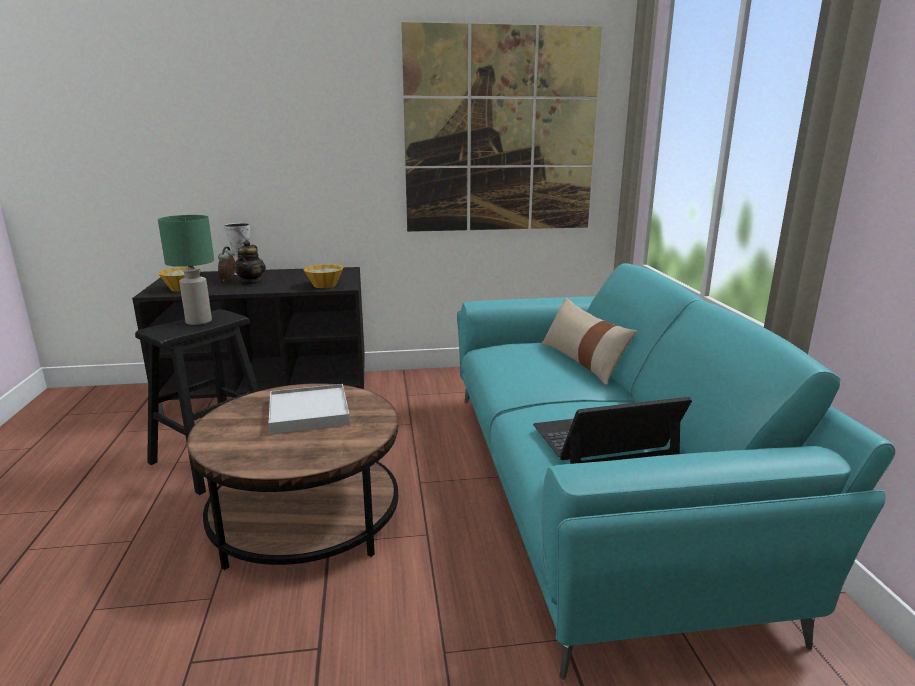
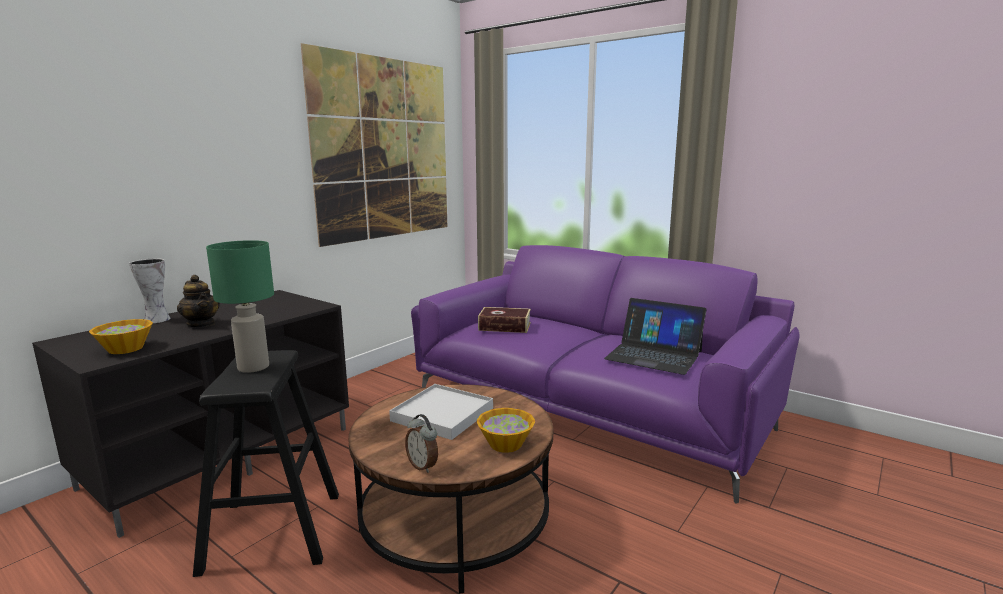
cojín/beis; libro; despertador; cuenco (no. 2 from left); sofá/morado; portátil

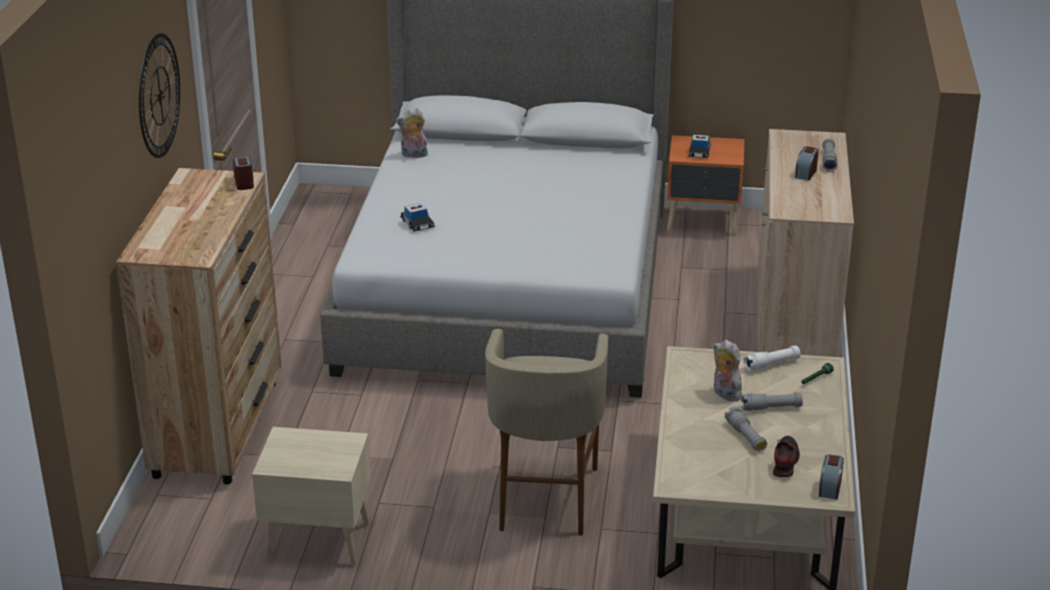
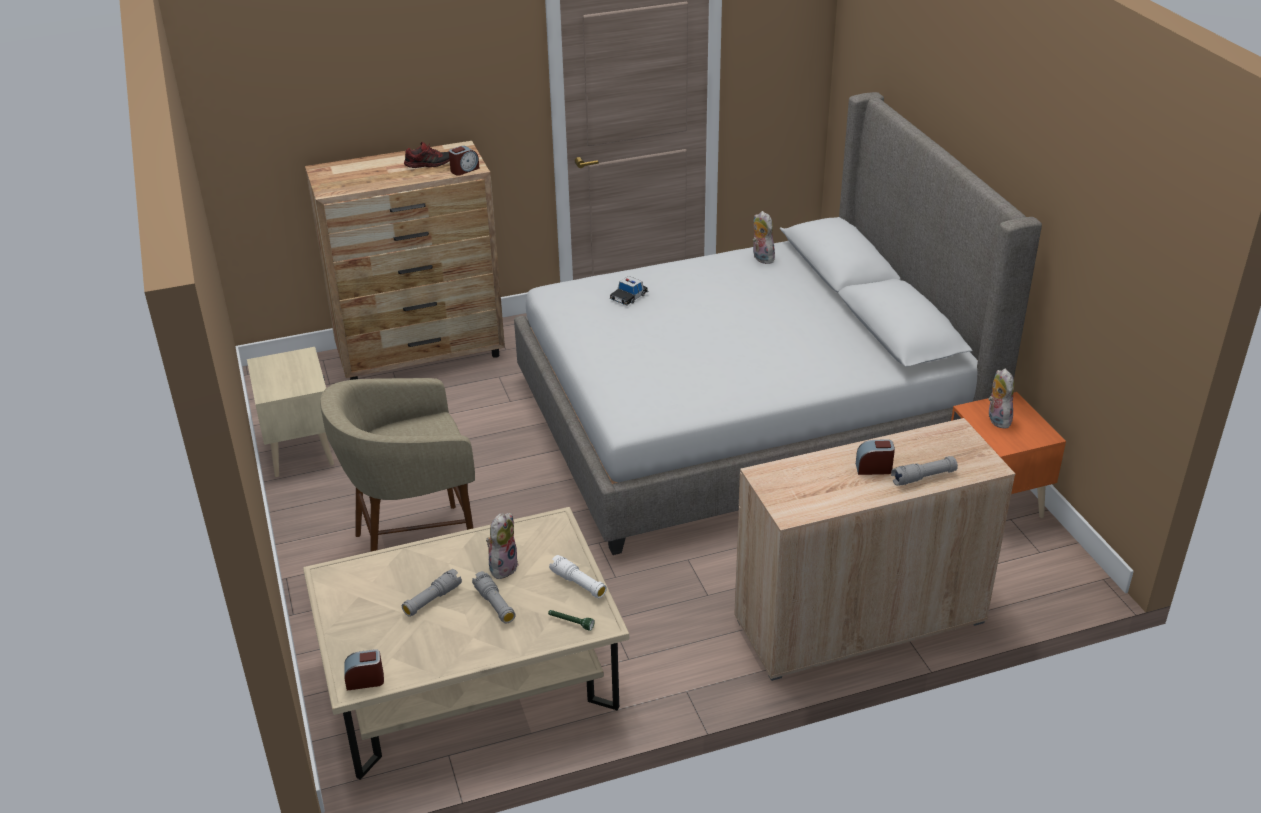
reloj de pared; zapato; peluche (no. 3 from left)

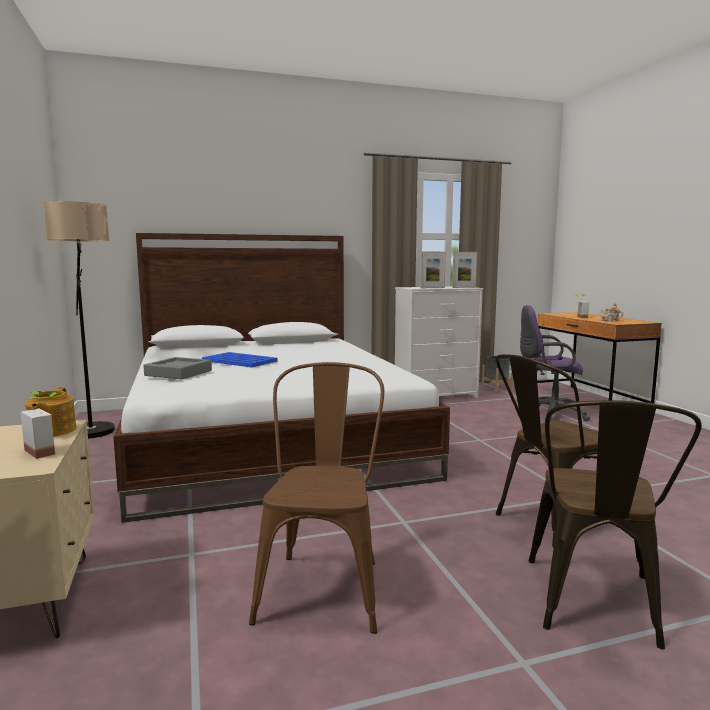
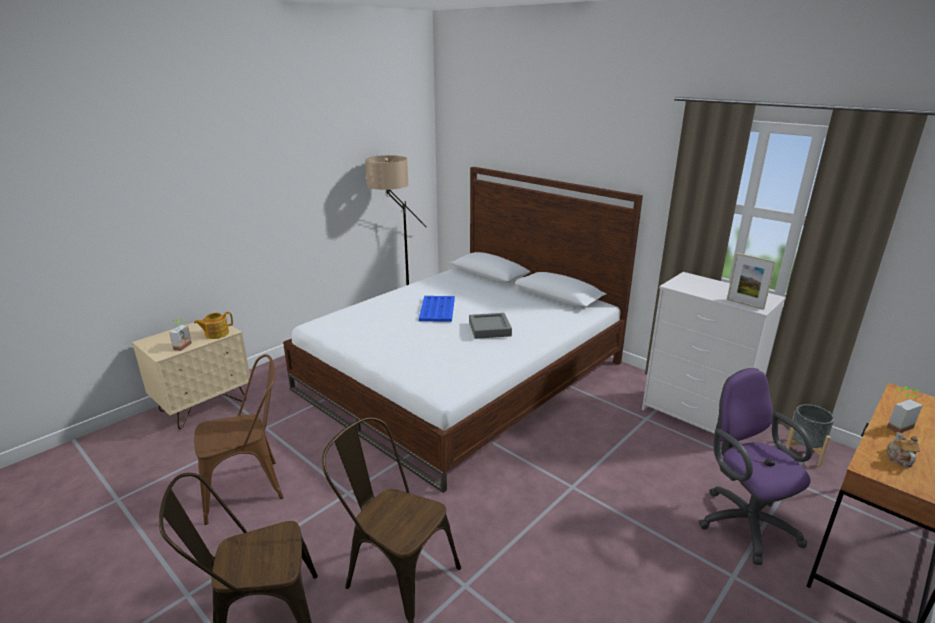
portarretratos (no. 1 from left in the first image); bandeja/gris

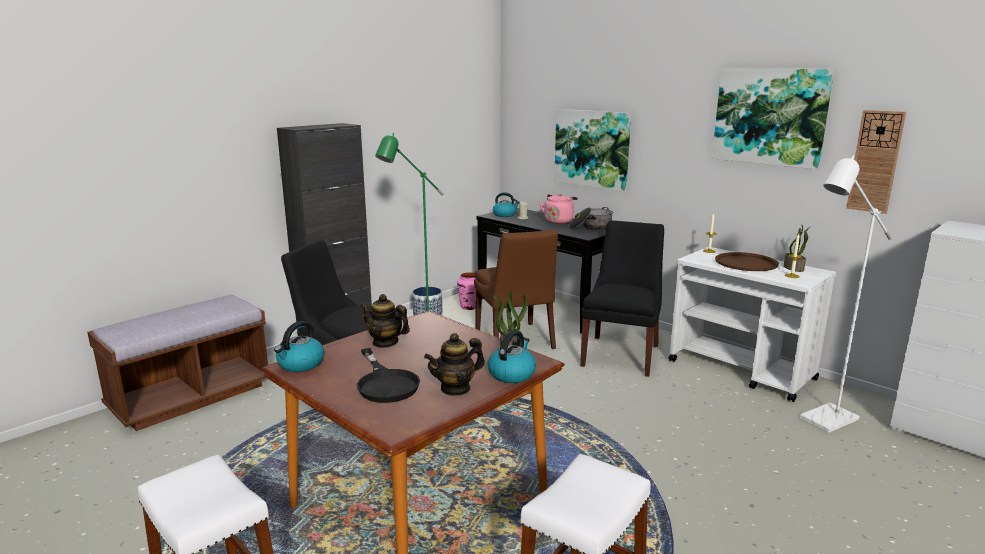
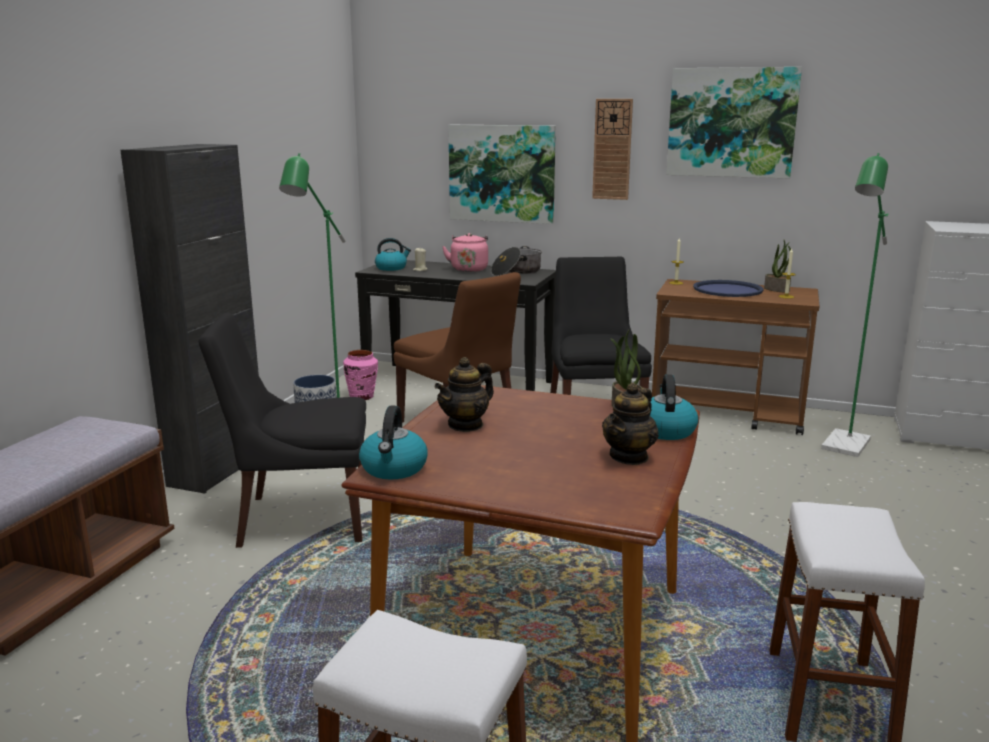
sartén/negro; reloj de pared; carrito/marrón; bandeja/azul; lámpara de pie/verde (no. 2 from left); tetera (no. 1 from left)

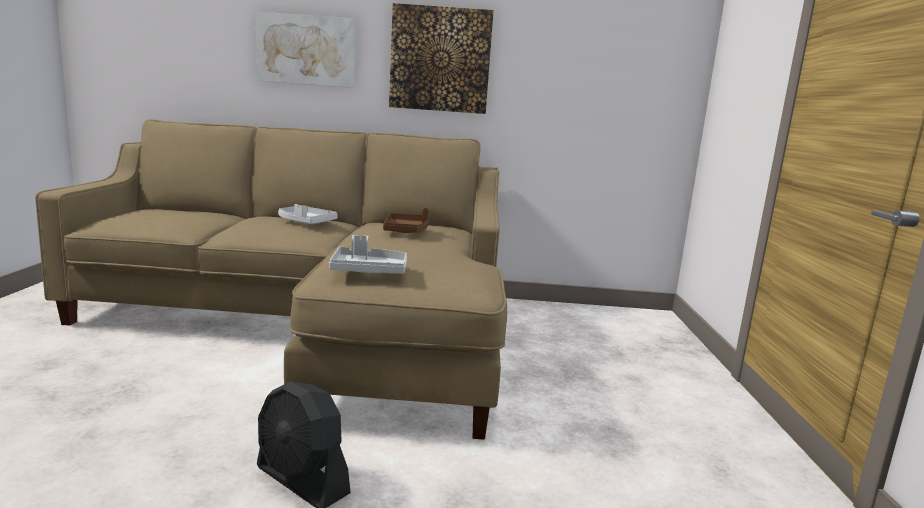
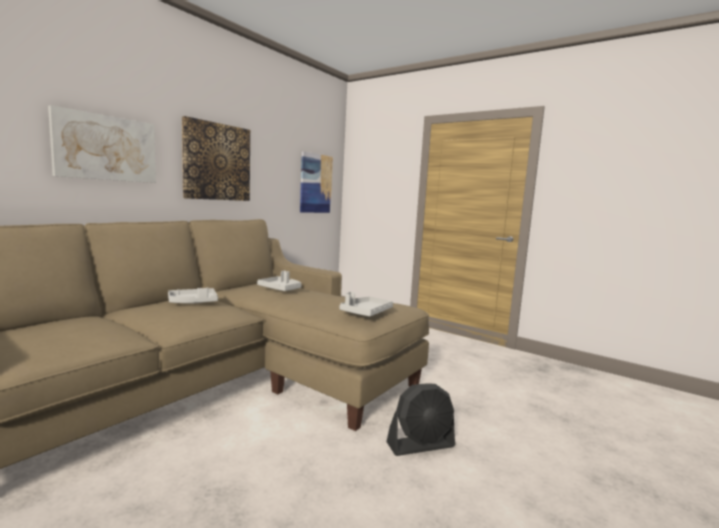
cuadro (no. 3 from left); bandeja/gris (no. 2 from left)

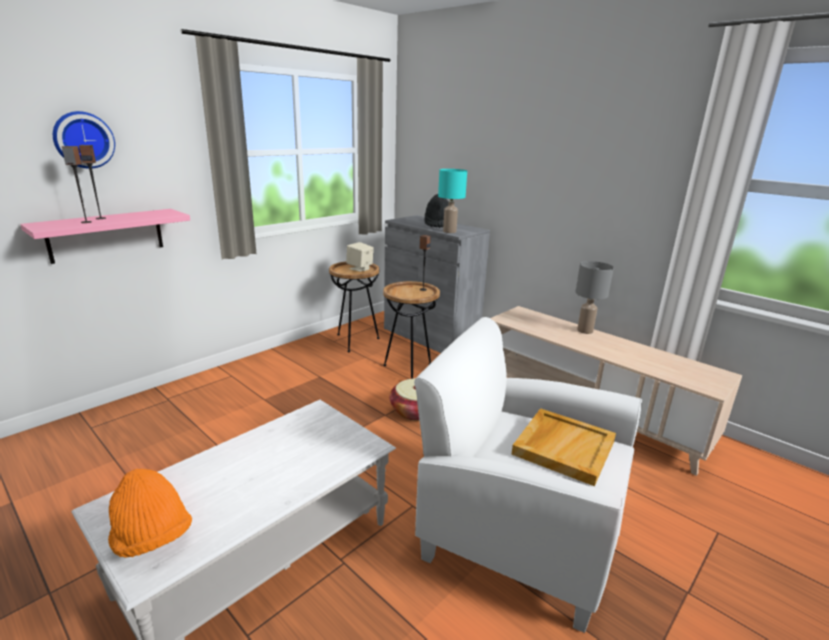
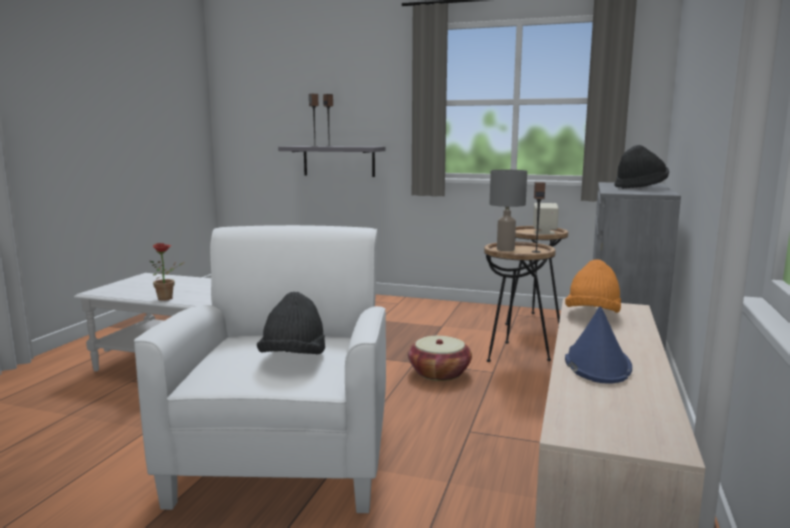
reloj de pared; lámpara de mesa/turquesa; planta en maceta; sombrero/azul; sombrero/naranja; lámpara de mesa/gris; sombrero/negro (no. 1 from left); estante/gris

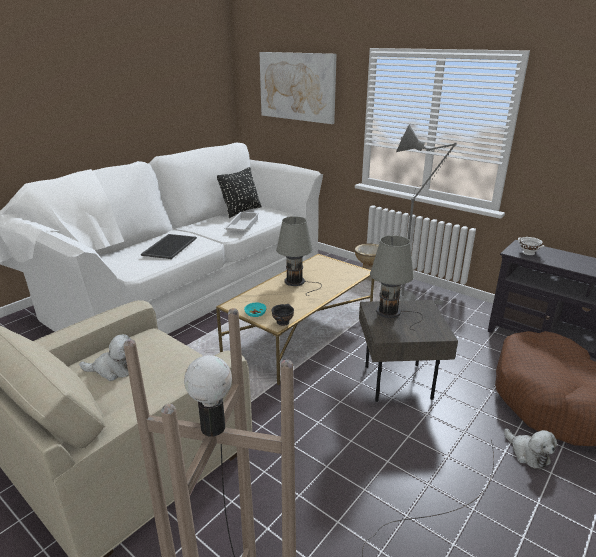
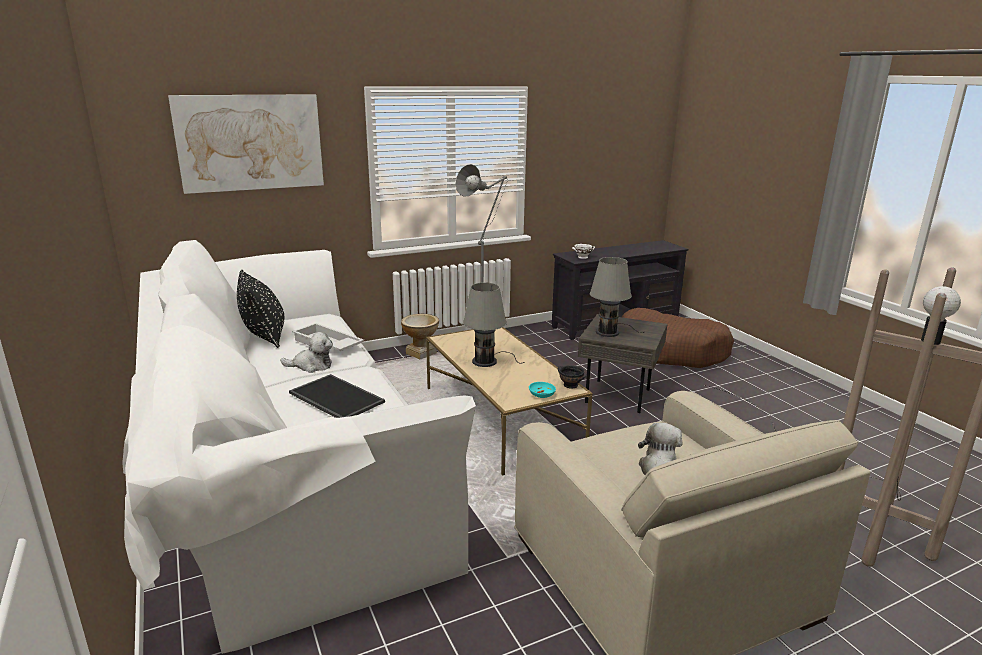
peluche (no. 1 from left)

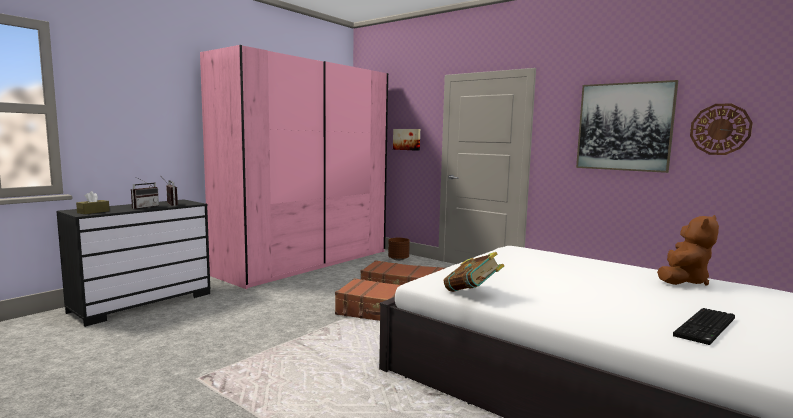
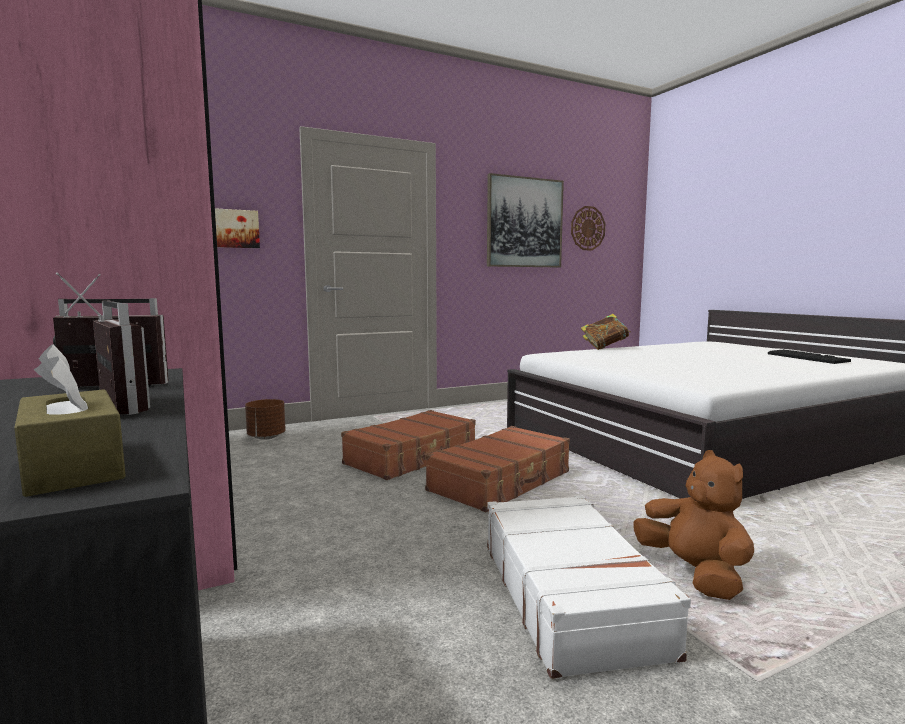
maleta/blanco; libro; peluche/marrón

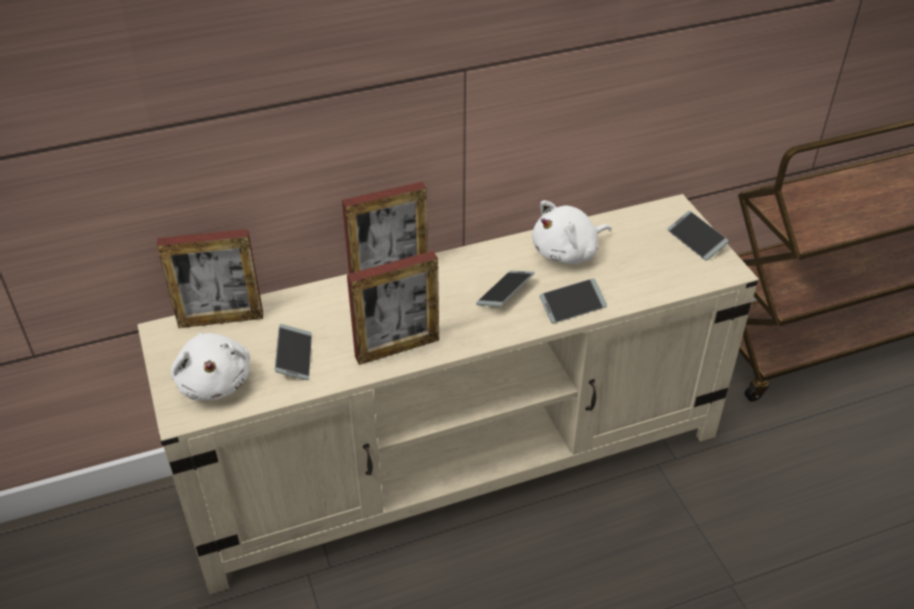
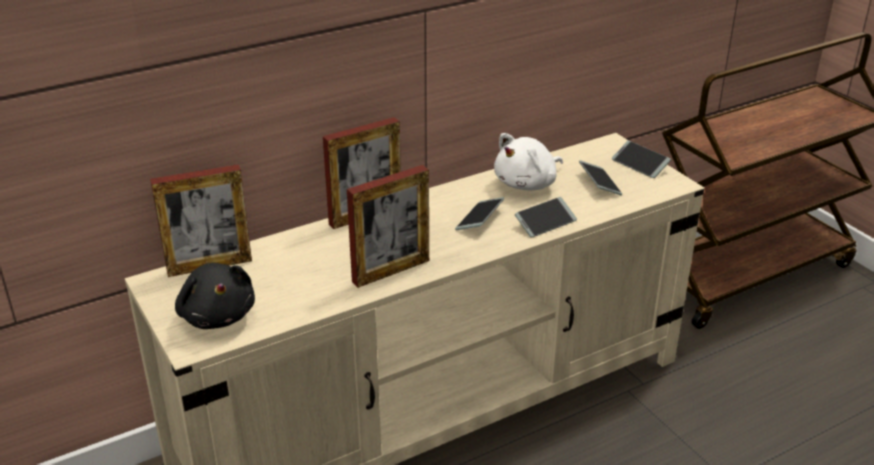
móvil (no. 3 from left); peluche/negro

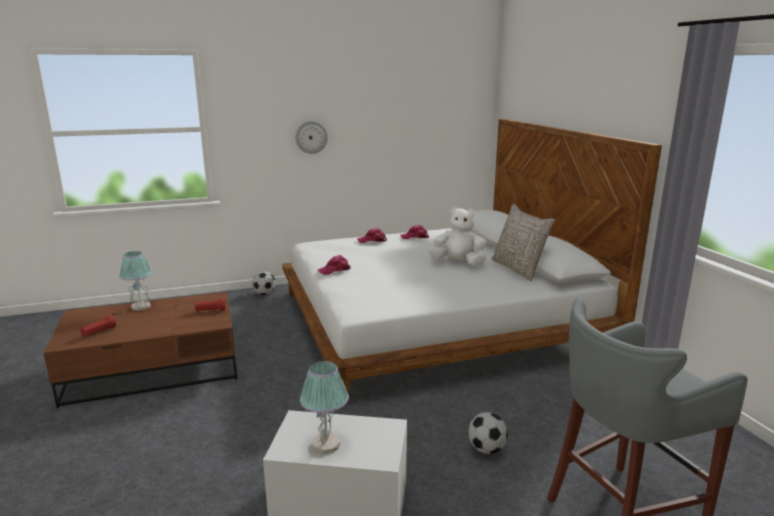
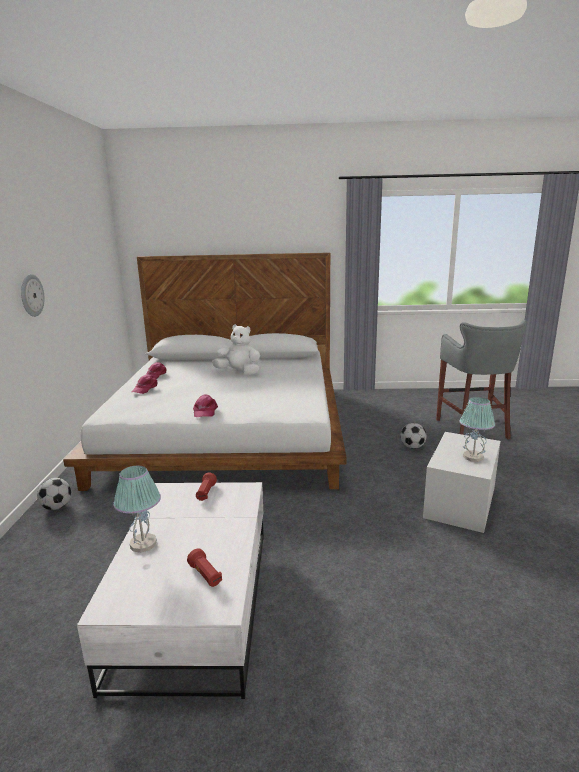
cojín/gris; mesa de centro/blanco; peluche/blanco

